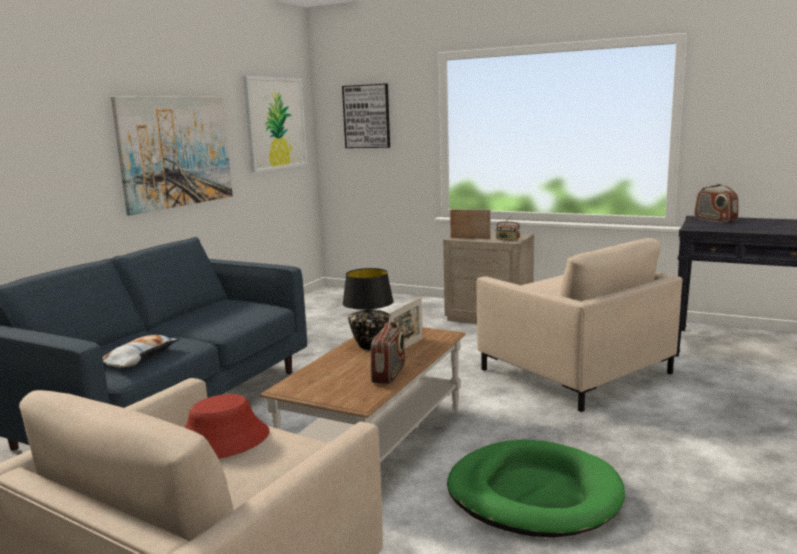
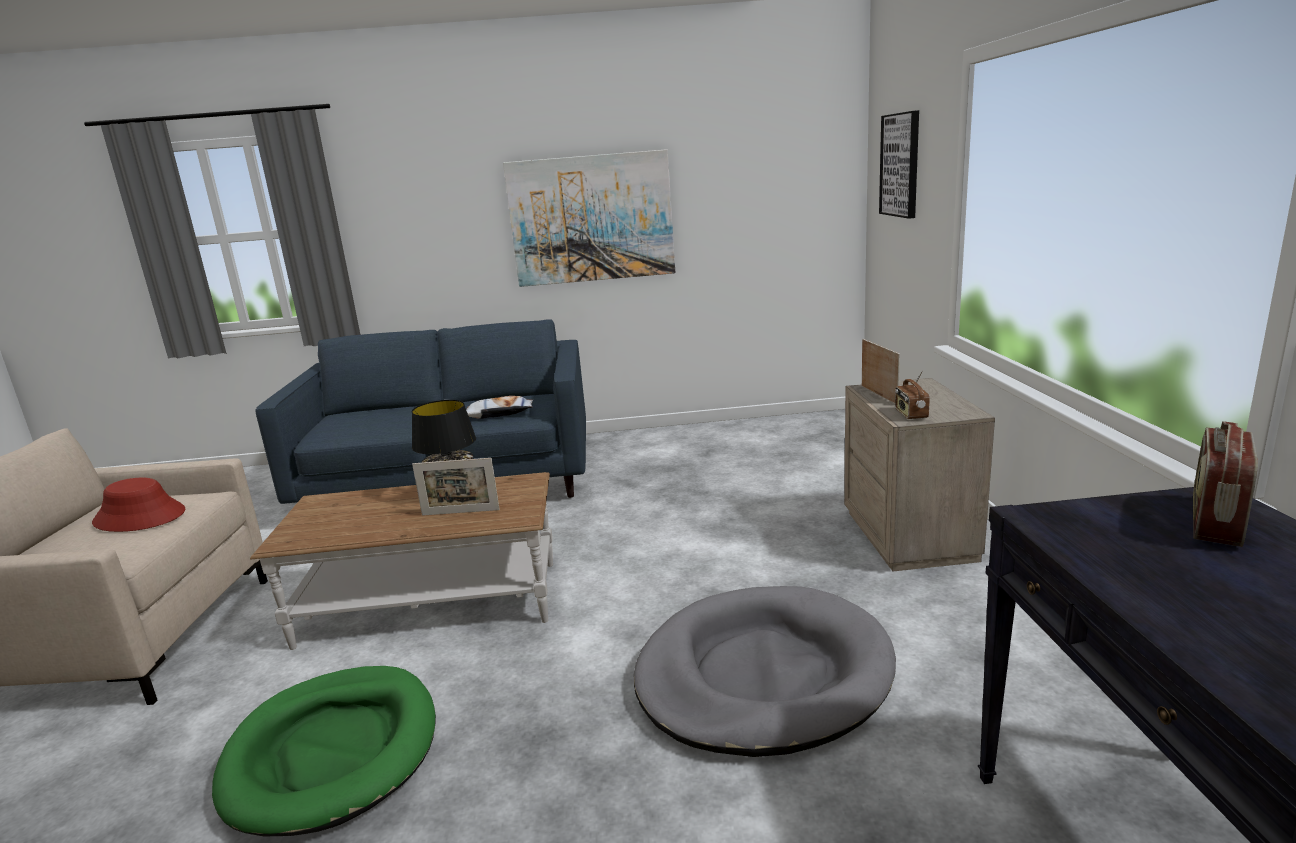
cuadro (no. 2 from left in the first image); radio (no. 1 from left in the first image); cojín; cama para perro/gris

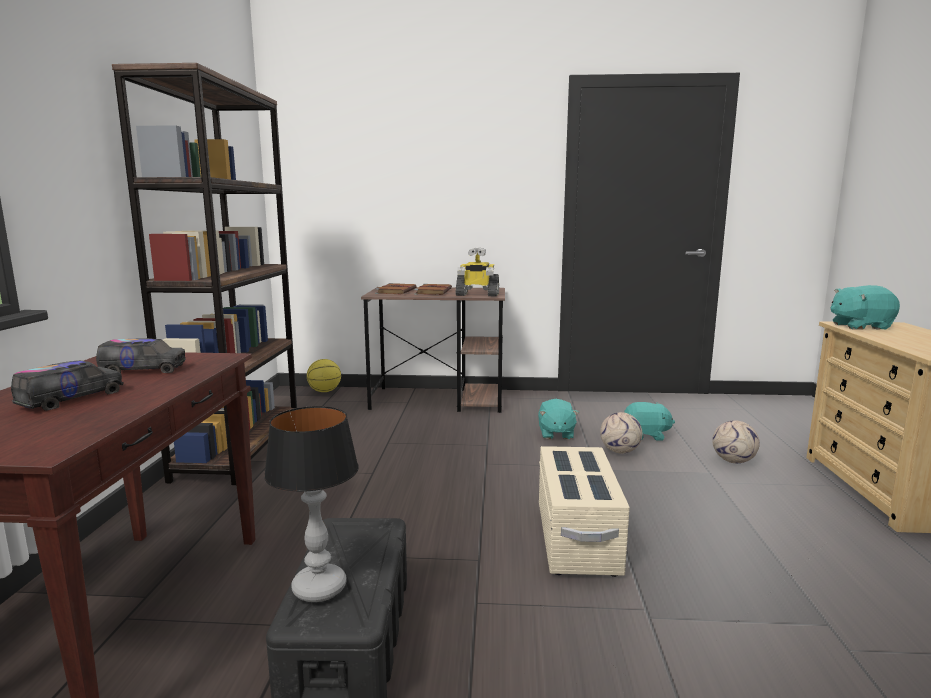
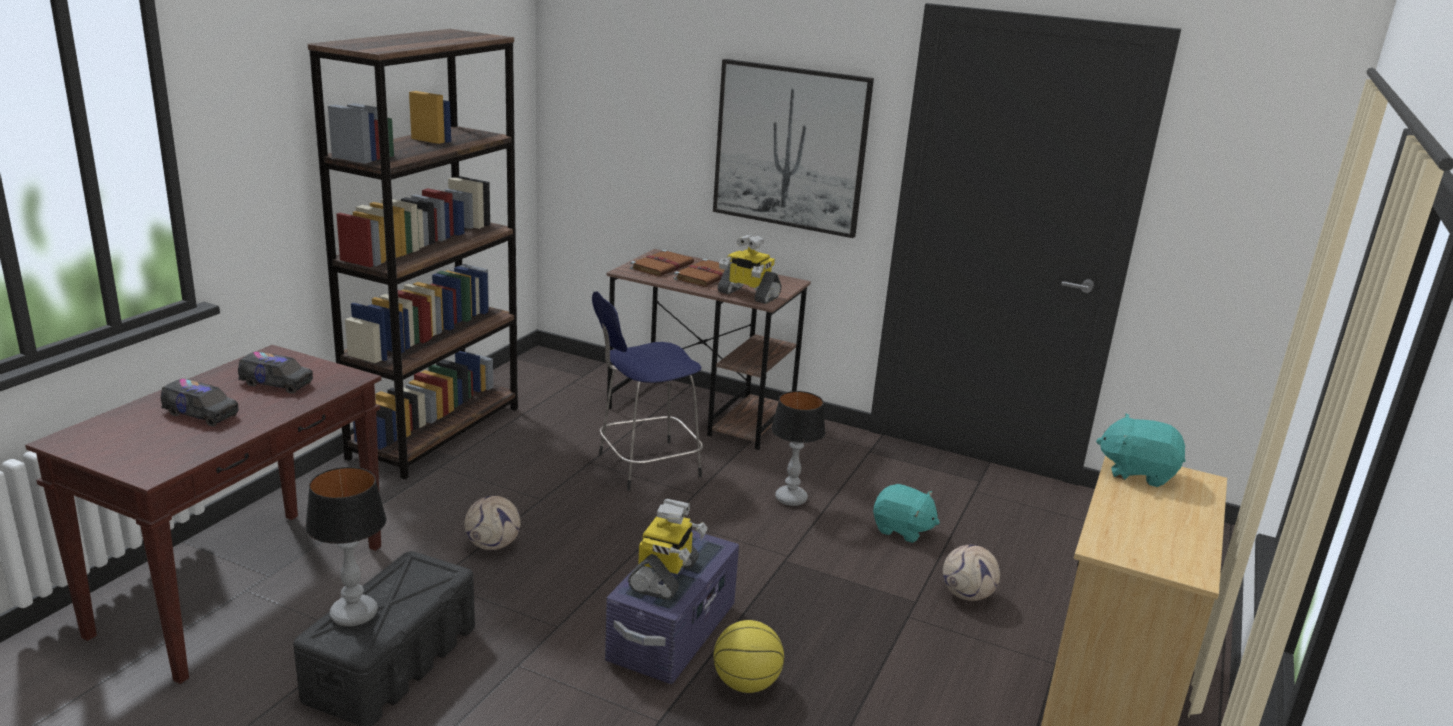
taburete/azul; robot de juguete (no. 1 from left); cuadro; balón de baloncesto; balón de fútbol (no. 1 from left); lámpara de mesa (no. 2 from left); caja de almacenaje/morado; camión de juguete (no. 1 from left)

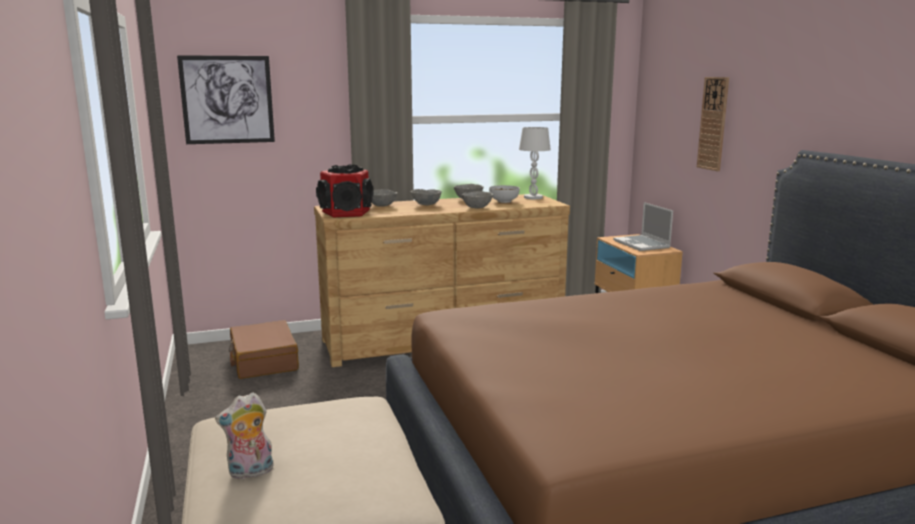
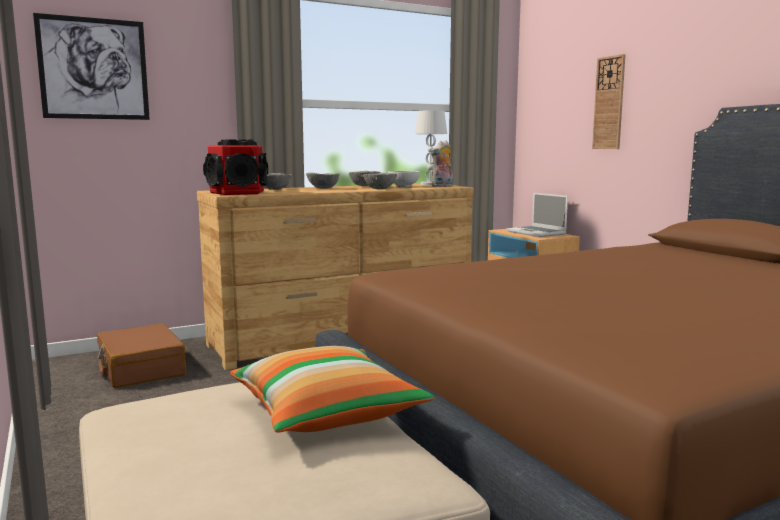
cojín; peluche

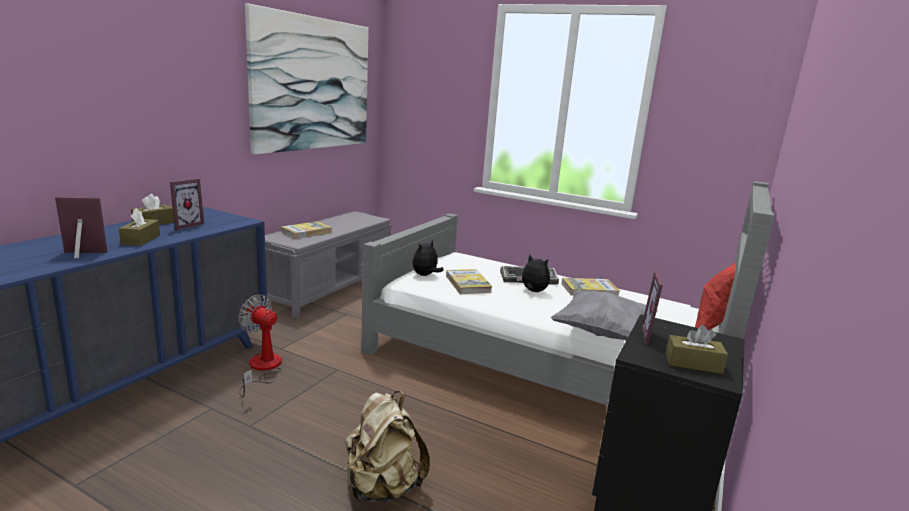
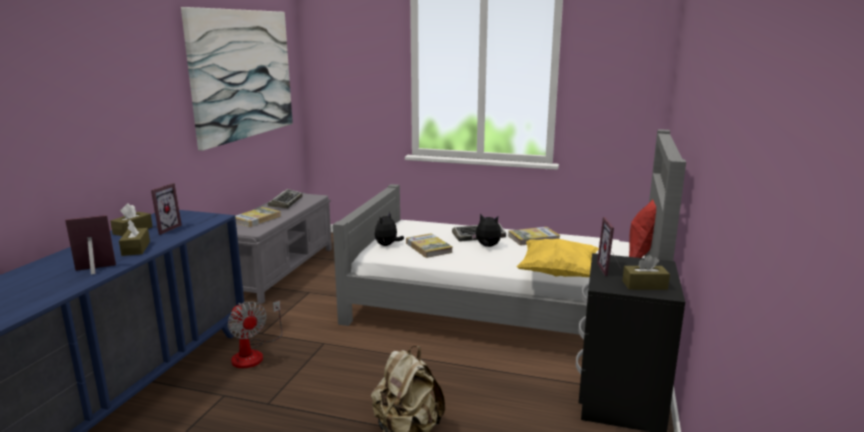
teclado (no. 1 from left); cojín/amarillo; ventilador

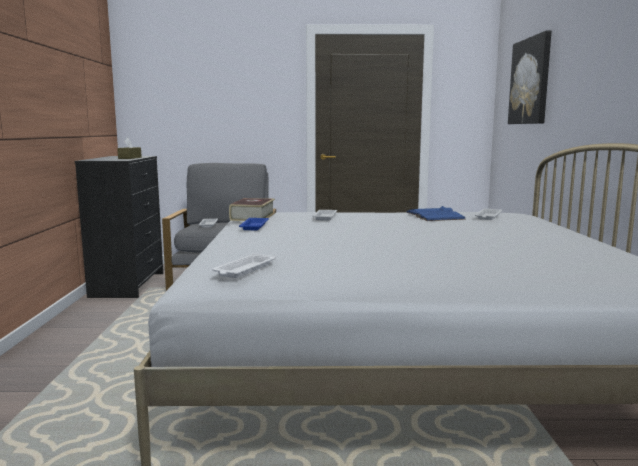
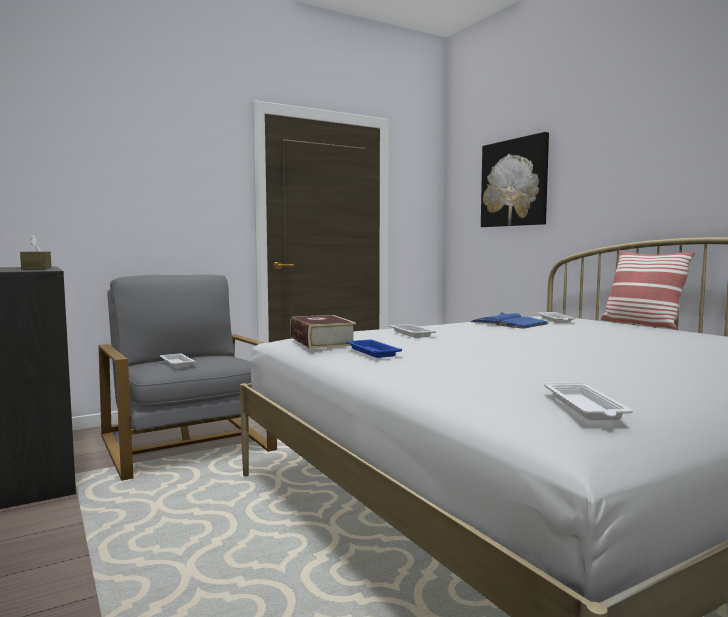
cojín

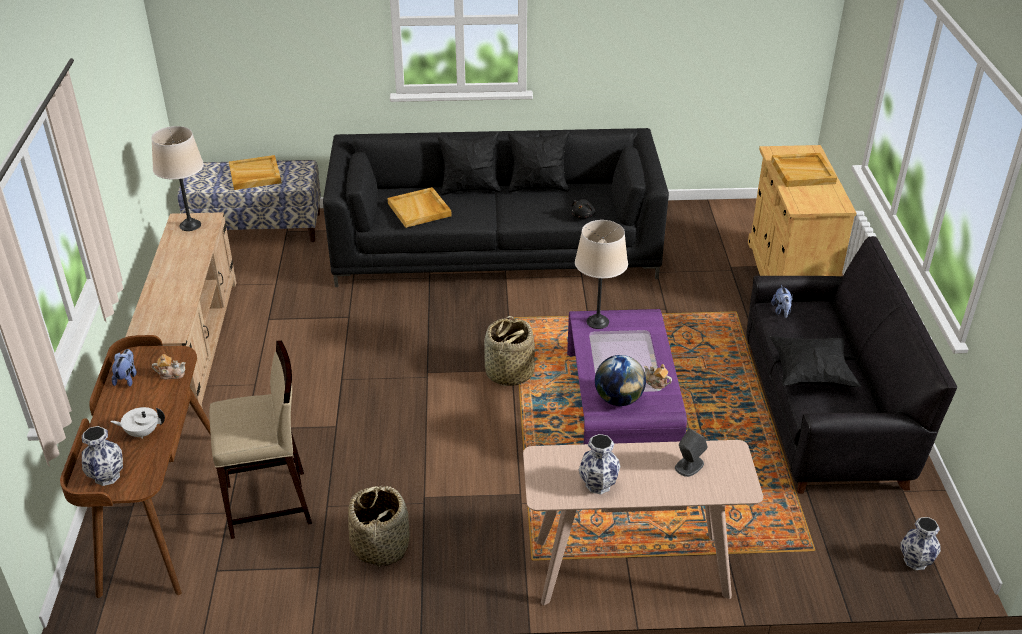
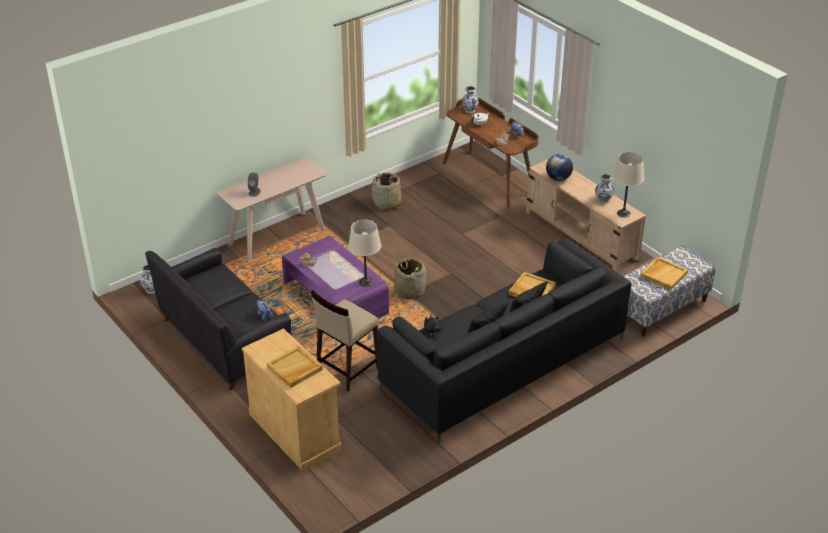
cojín/negro (no. 3 from left in the first image); taburete/beis; florero (no. 3 from left); globo terráqueo

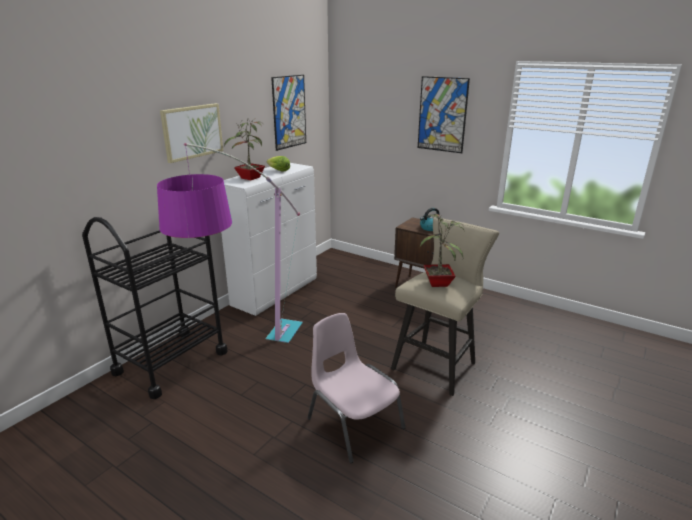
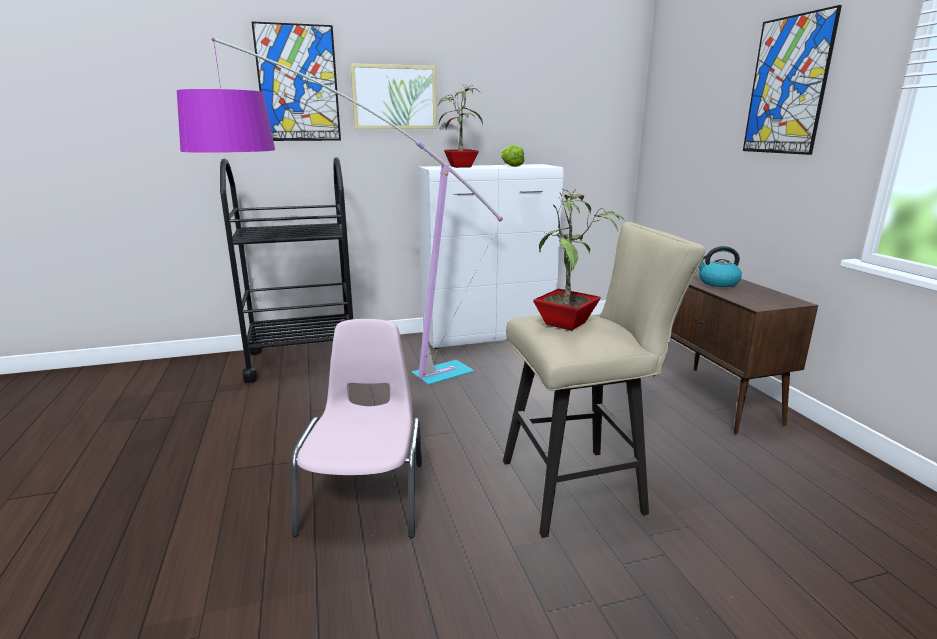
cuadro (no. 1 from left)

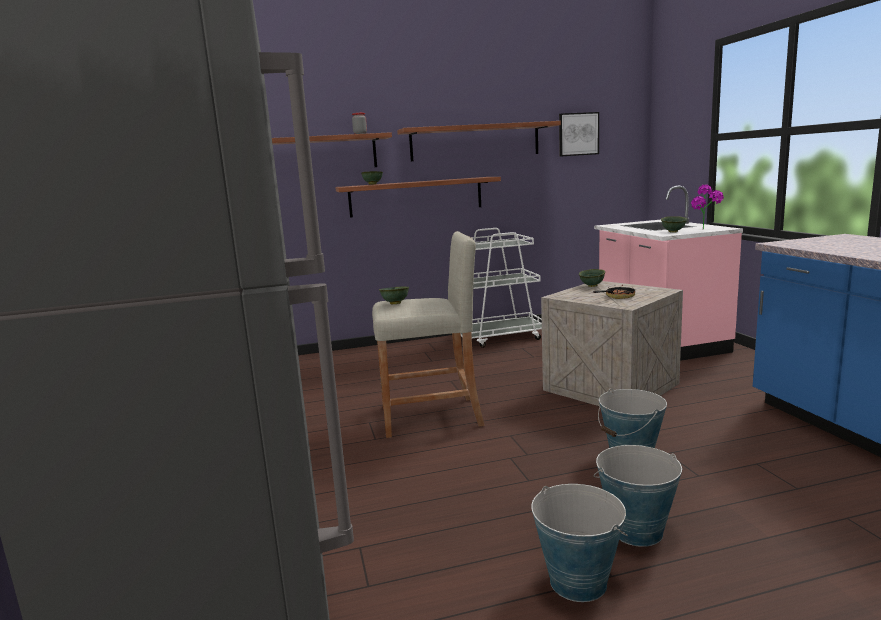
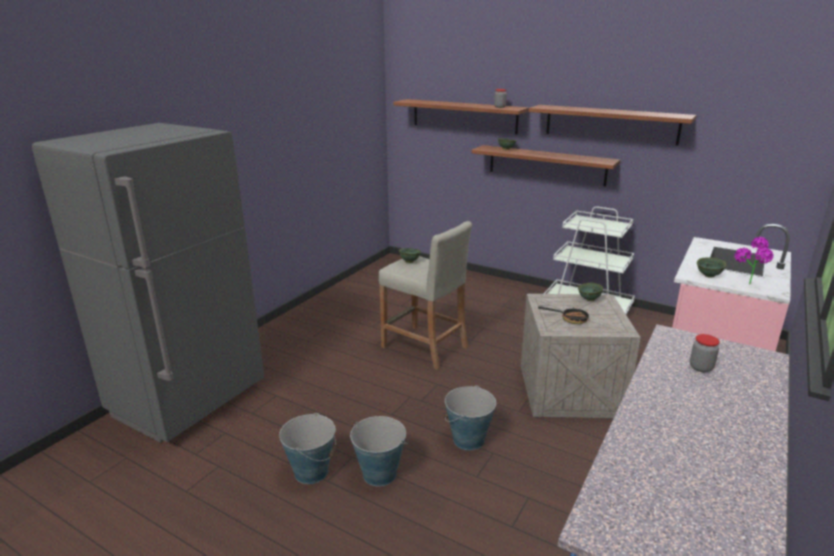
cuadro; tarro (no. 2 from left)

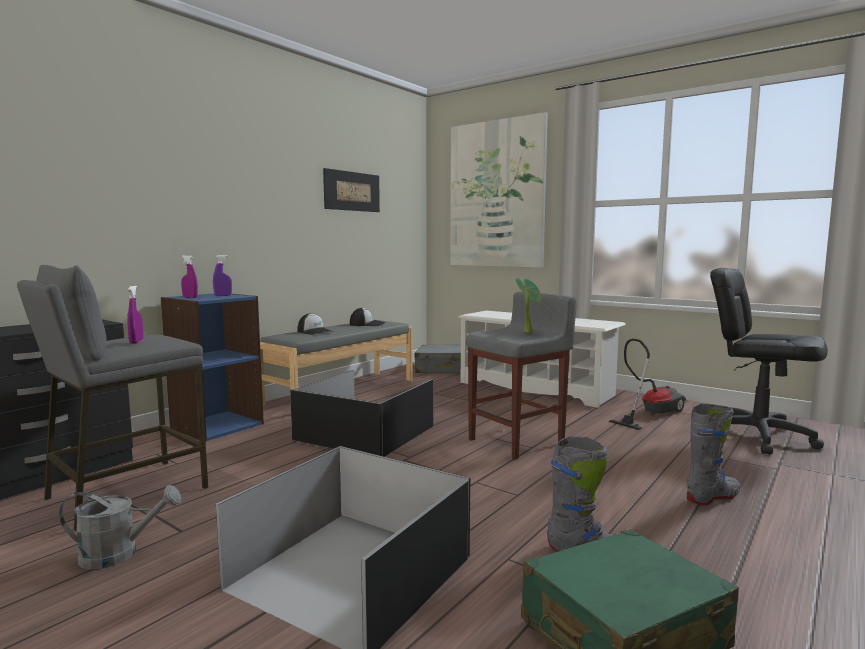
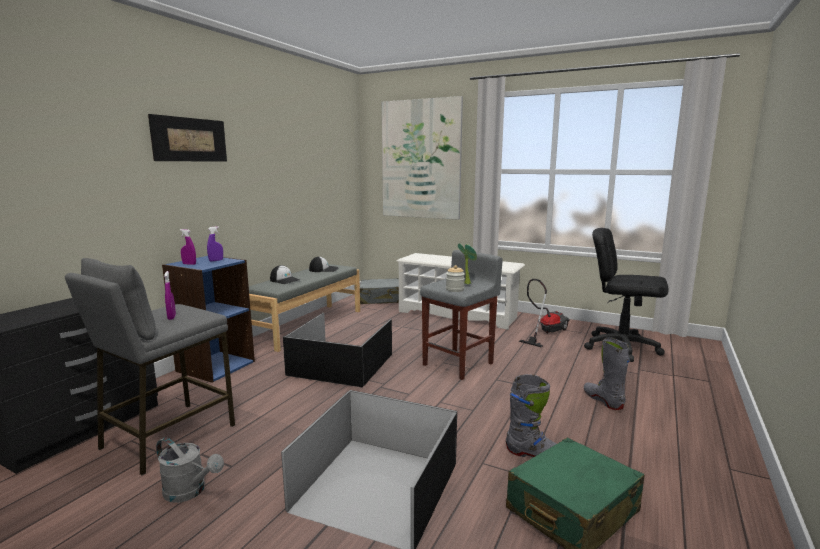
tarro; cuadro (no. 1 from left); regadera/gris; bota/gris (no. 2 from left)

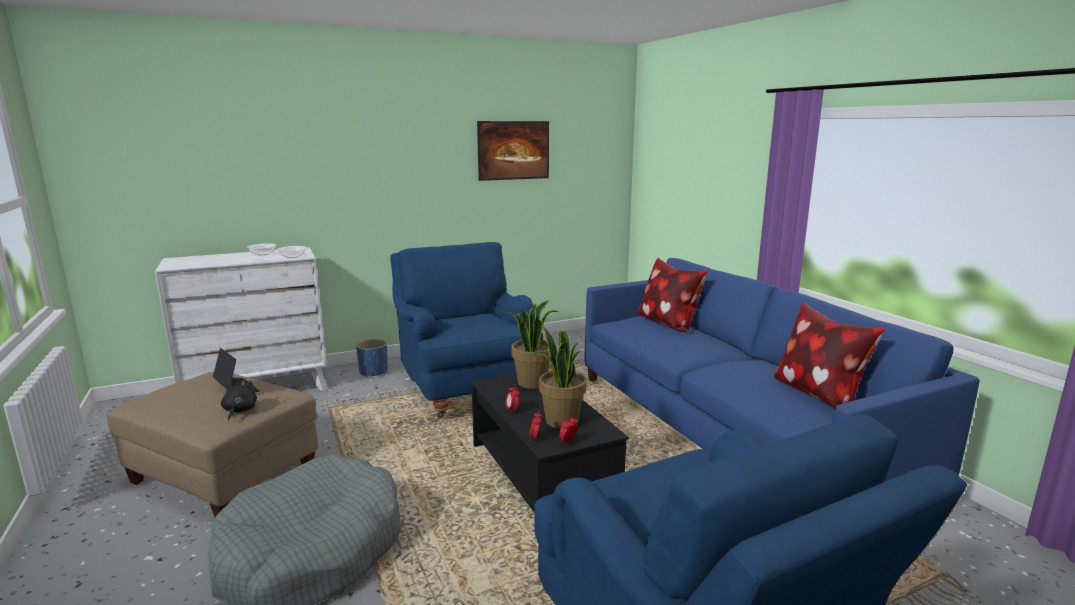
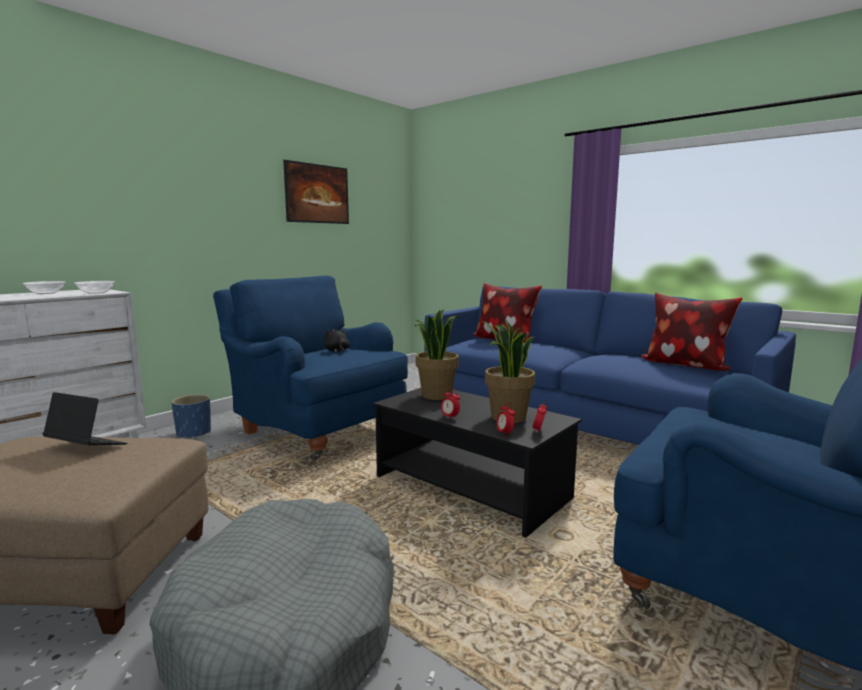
peluche/negro

